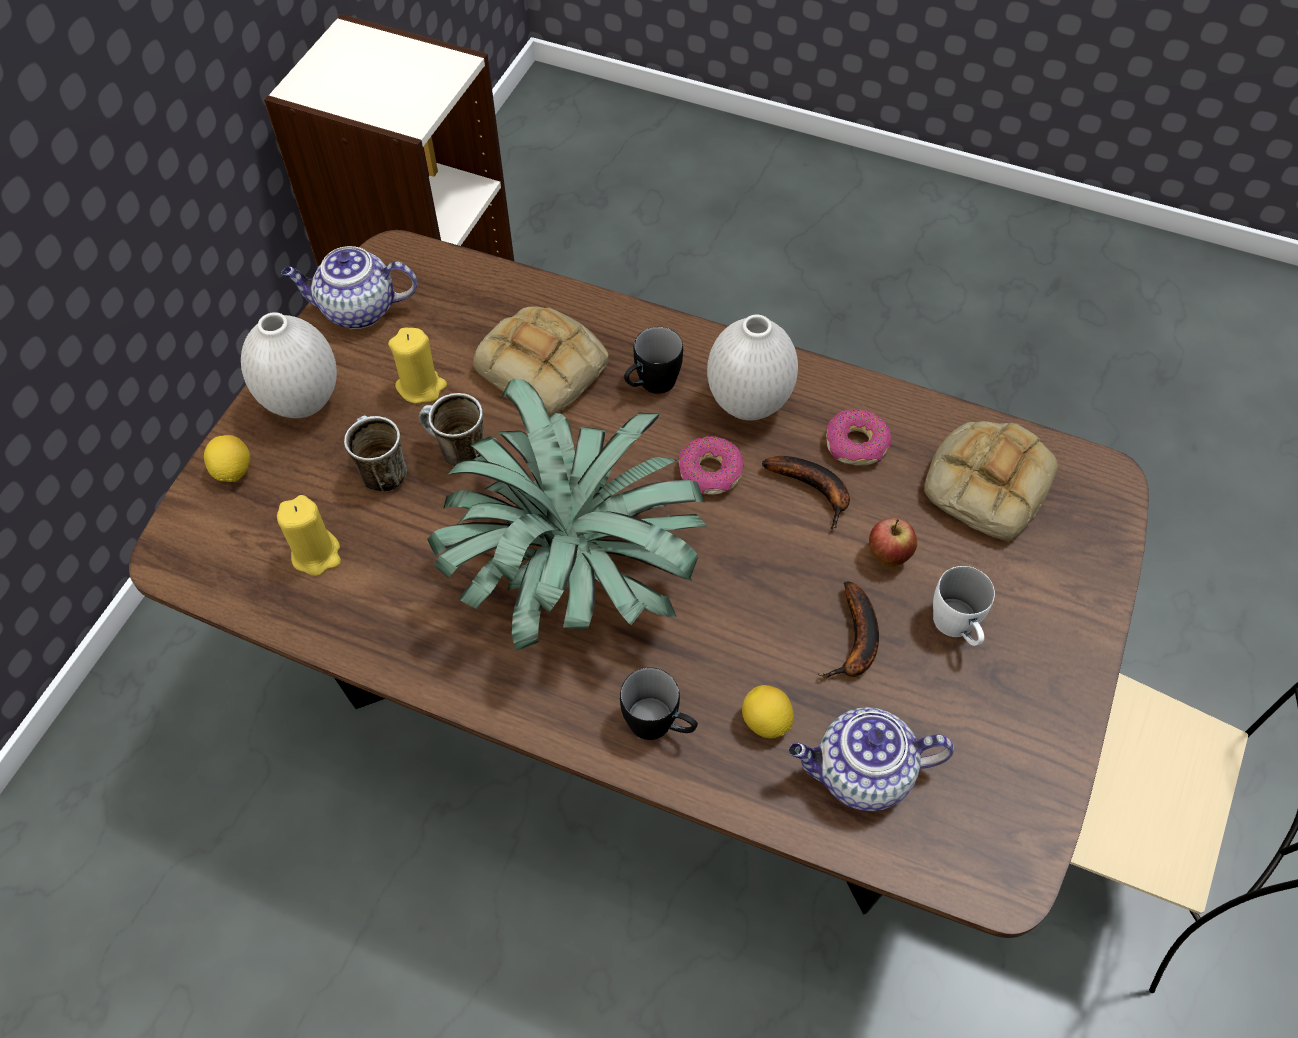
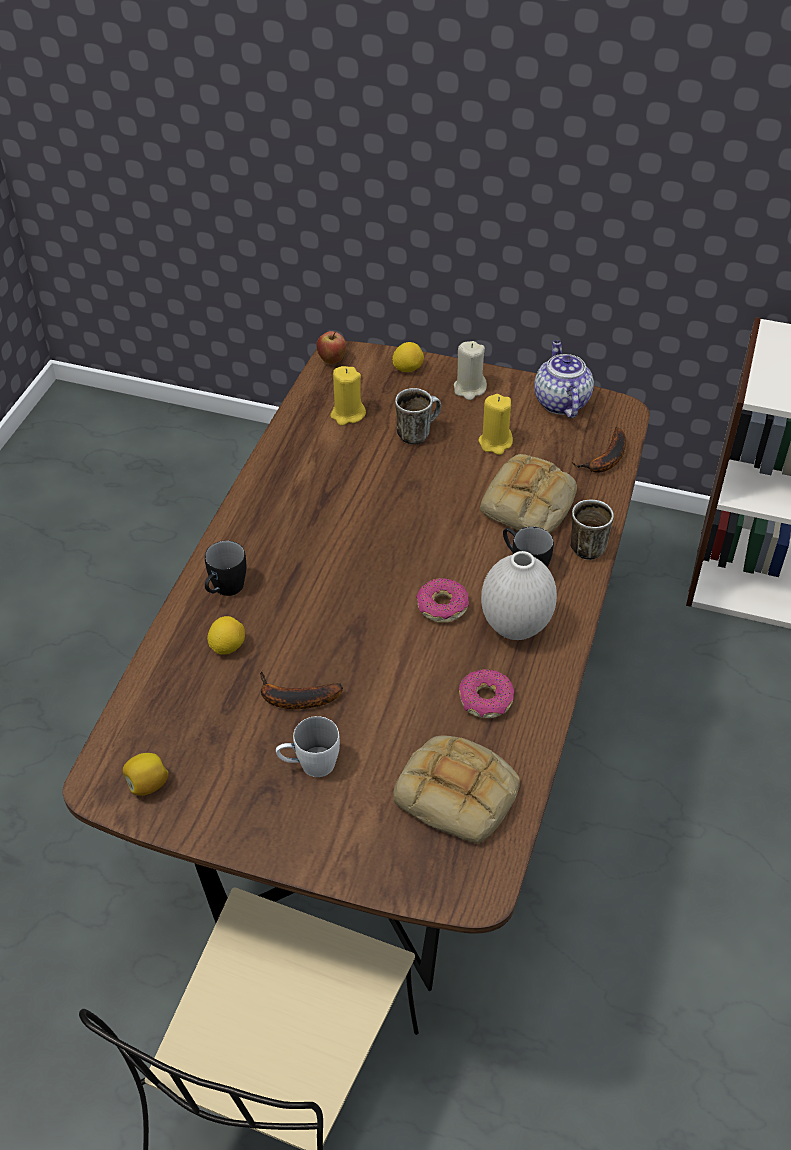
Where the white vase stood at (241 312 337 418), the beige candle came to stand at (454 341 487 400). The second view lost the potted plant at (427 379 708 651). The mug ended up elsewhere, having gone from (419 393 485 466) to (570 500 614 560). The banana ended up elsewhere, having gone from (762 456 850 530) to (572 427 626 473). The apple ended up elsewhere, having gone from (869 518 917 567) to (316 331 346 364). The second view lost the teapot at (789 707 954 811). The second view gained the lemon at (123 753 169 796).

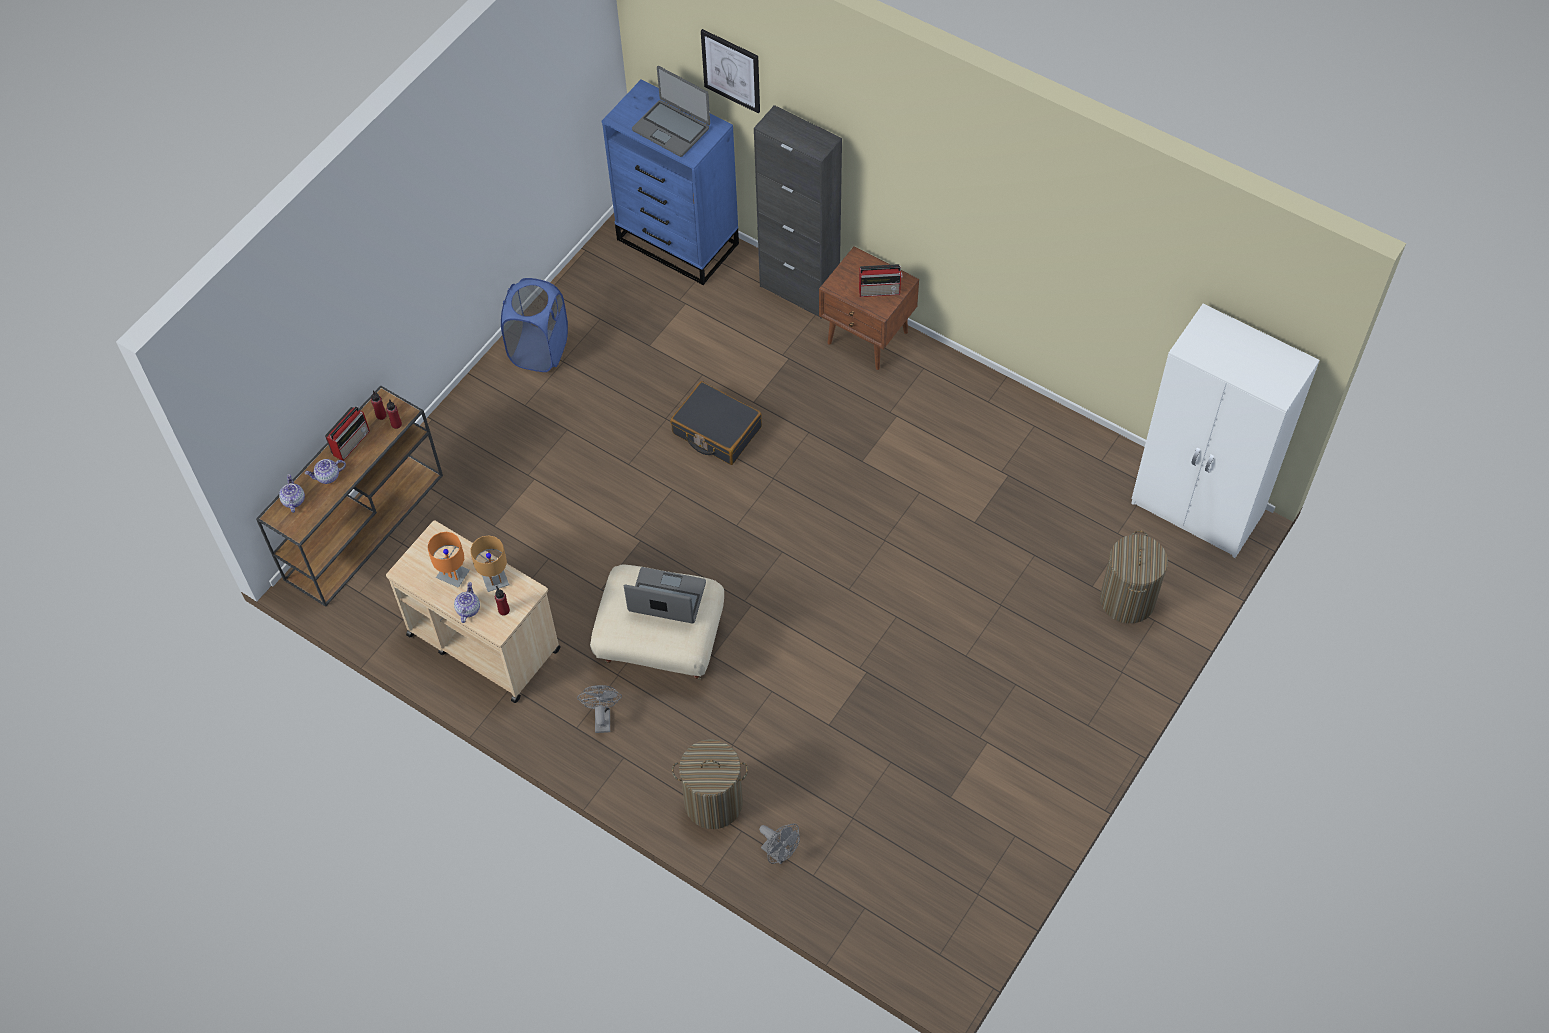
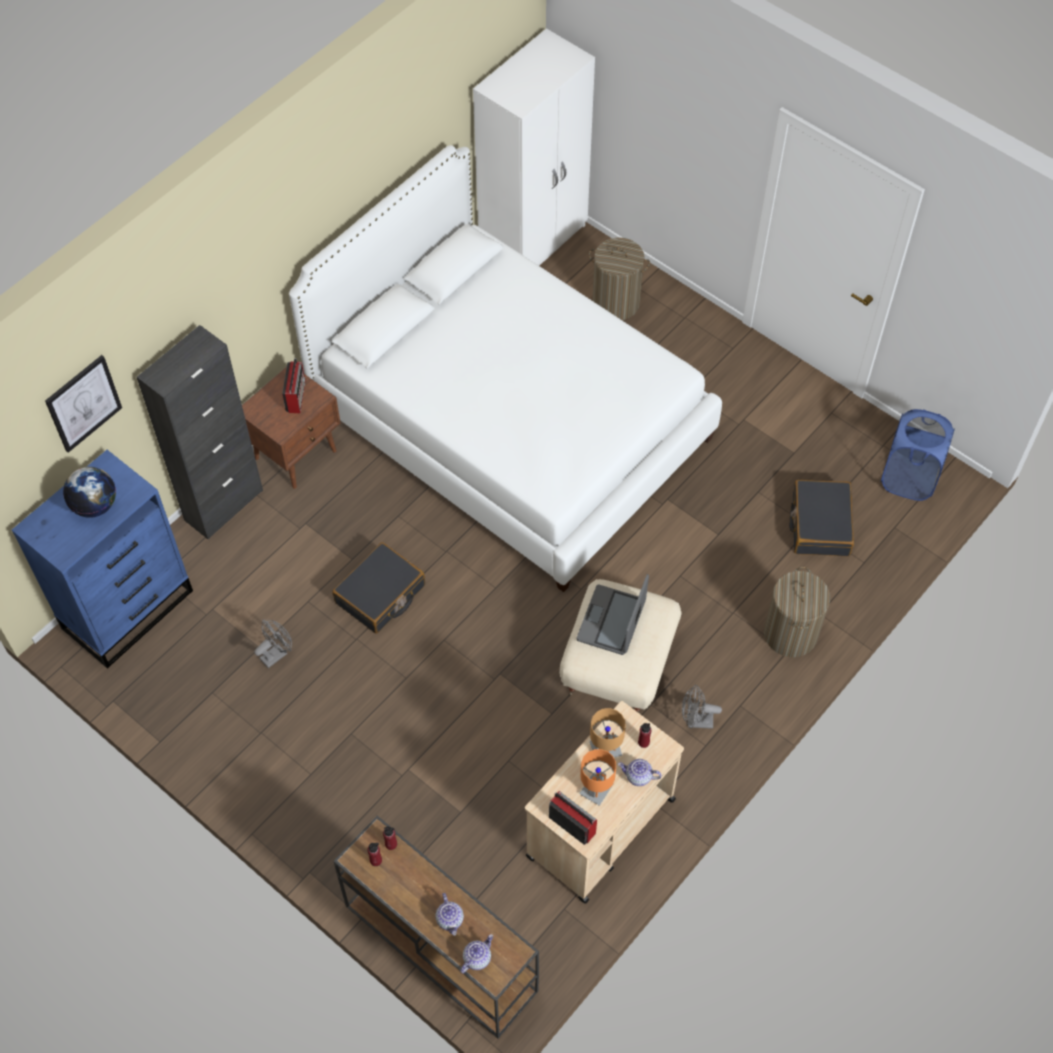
Where the laptop stood at (632 66 710 157), the globe came to stand at (63 467 116 518). The blue laundry basket ended up elsewhere, having gone from (501 278 568 372) to (880 409 955 501). The radio ended up elsewhere, having gone from (325 406 370 461) to (549 791 597 845). The teapot at (279 474 305 513) ended up facing another way, 135 degrees clockwise from before. The grey fan ended up elsewhere, having gone from (759 823 800 864) to (254 620 292 668). The second view gained the white bed at (289 145 722 592). The second view gained the black suitcase at (789 480 854 556).

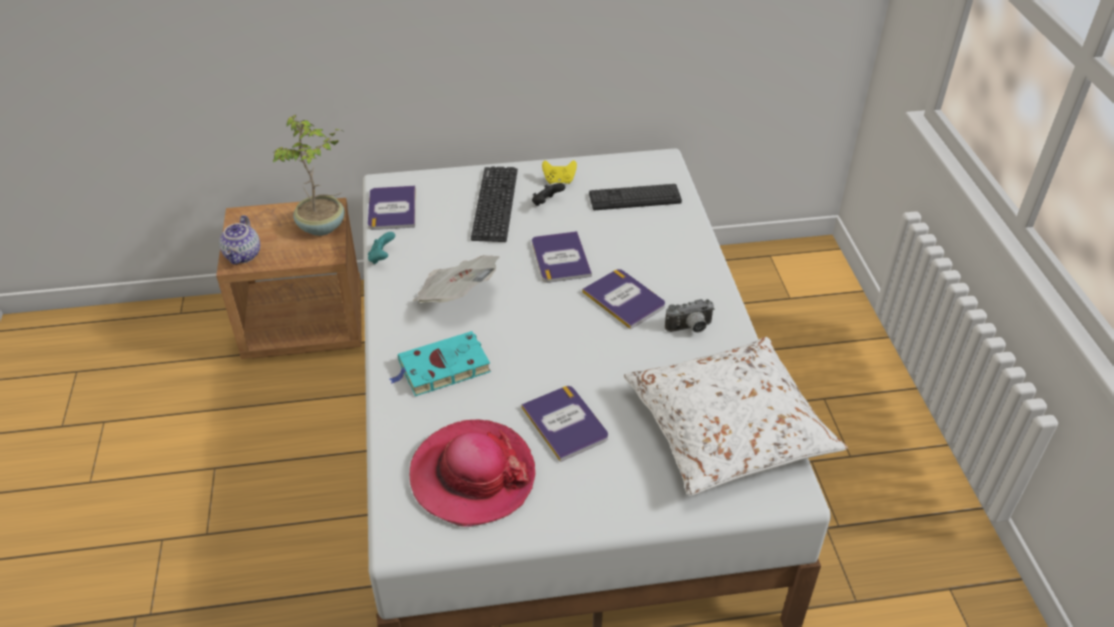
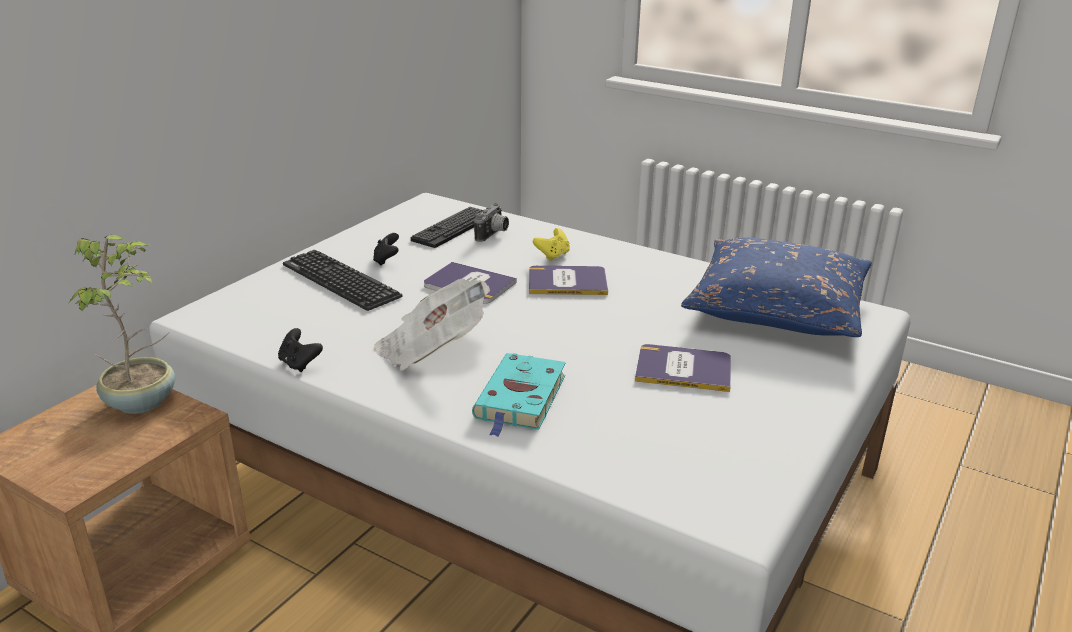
The yellow game controller ended up elsewhere, having gone from (542 160 577 184) to (533 228 570 261). The second view lost the book at (368 185 415 230). The second view lost the teapot at (219 215 260 265). What was the turquoise game controller at (368 232 395 264) turned into the black game controller at (278 328 323 372). The photo camera ended up elsewhere, having gone from (665 299 715 333) to (474 203 509 242). What was the white pillow at (624 337 848 496) turned into the blue pillow at (681 238 872 337). The second view lost the hat at (410 419 535 527).

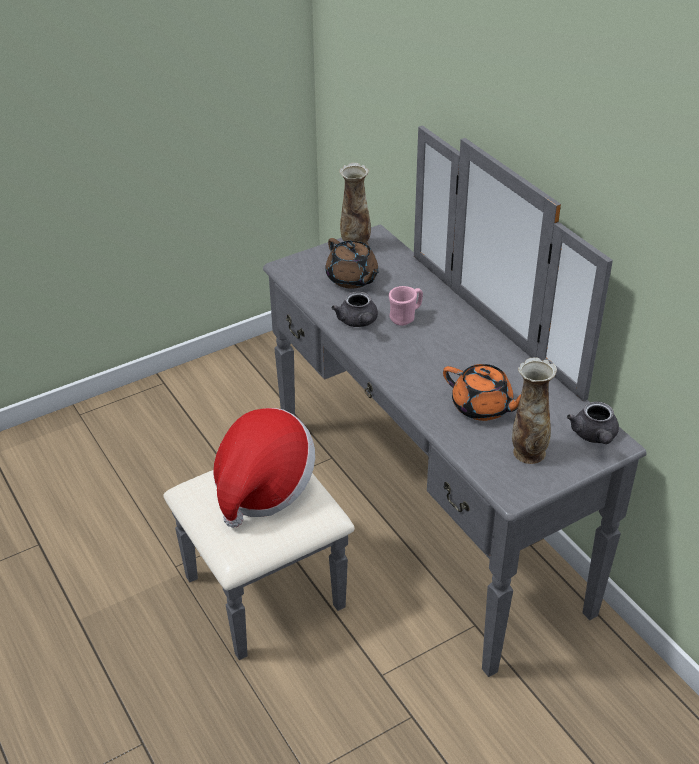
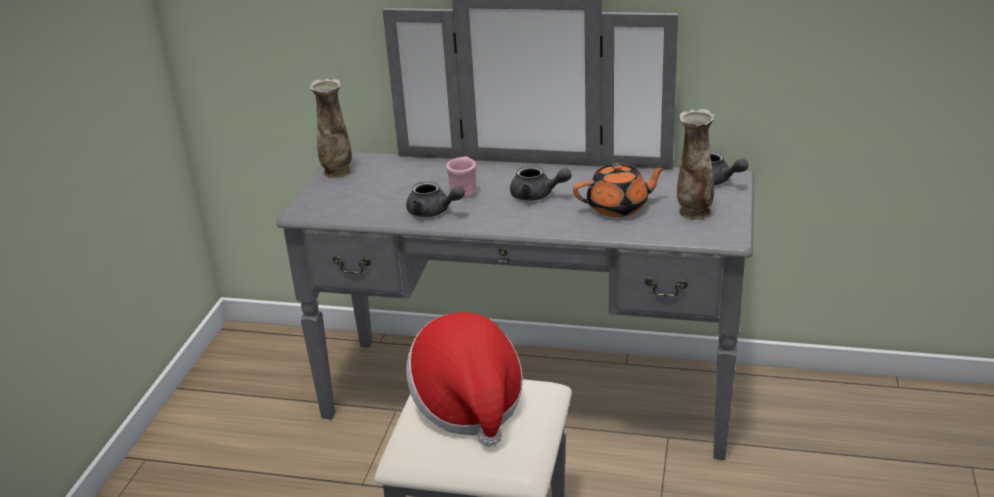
The second view lost the brown teapot at (325 238 379 289). The second view gained the grey teapot at (510 165 572 201).

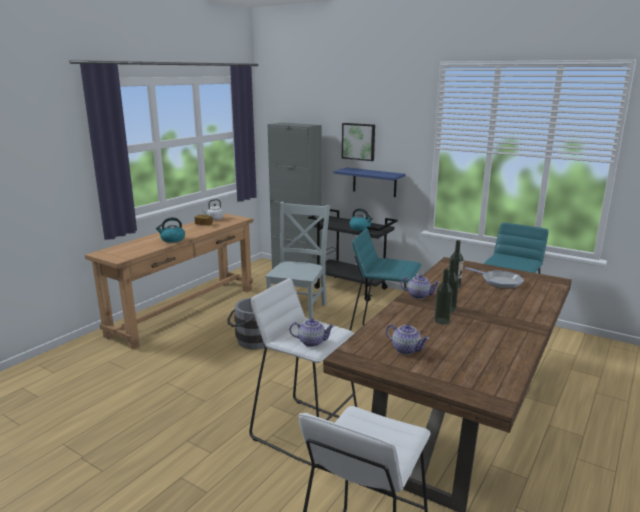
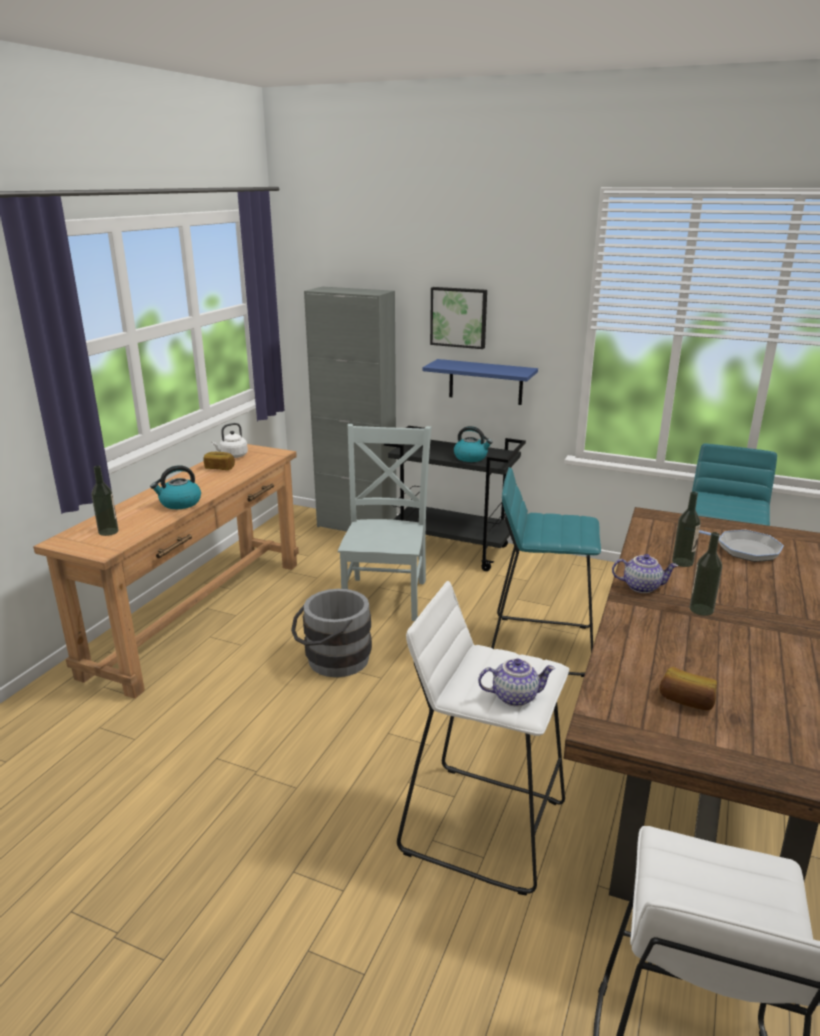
The bottle ended up elsewhere, having gone from (434 269 453 325) to (91 466 119 536). Where the teapot stood at (386 324 429 355), the bread came to stand at (660 667 717 711).

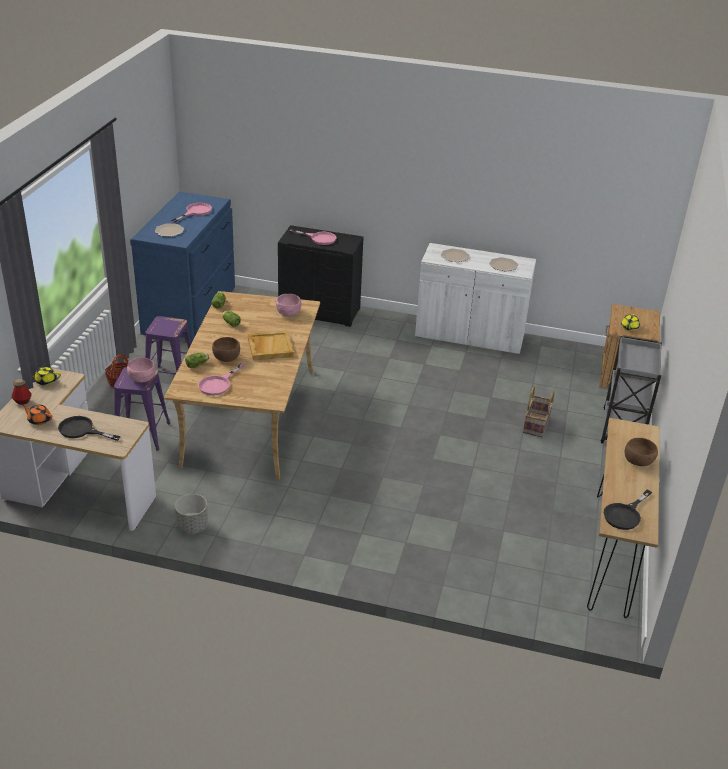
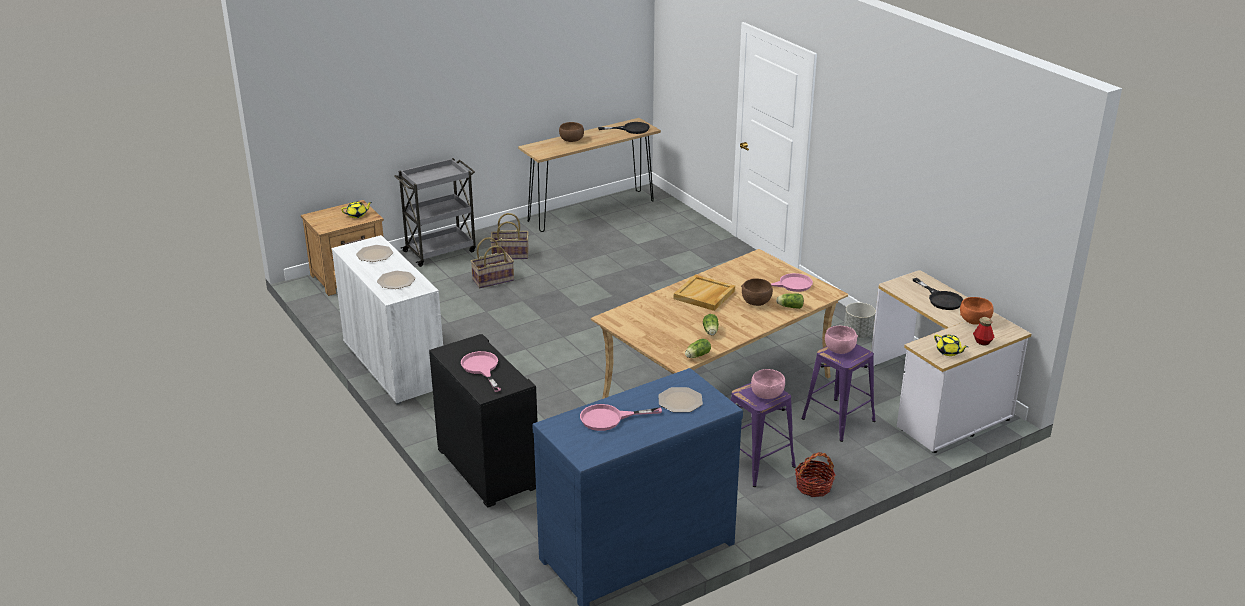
The pink bowl ended up elsewhere, having gone from (275 294 301 316) to (751 369 785 399). Where the orange teapot stood at (22 404 53 425), the orange bowl came to stand at (960 297 994 324). The second view gained the basket at (490 213 529 259).

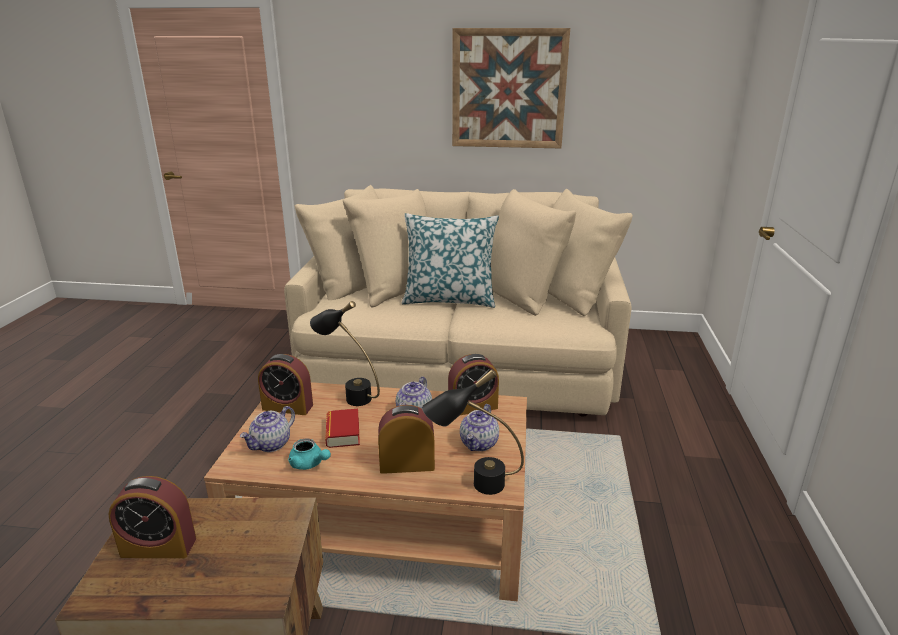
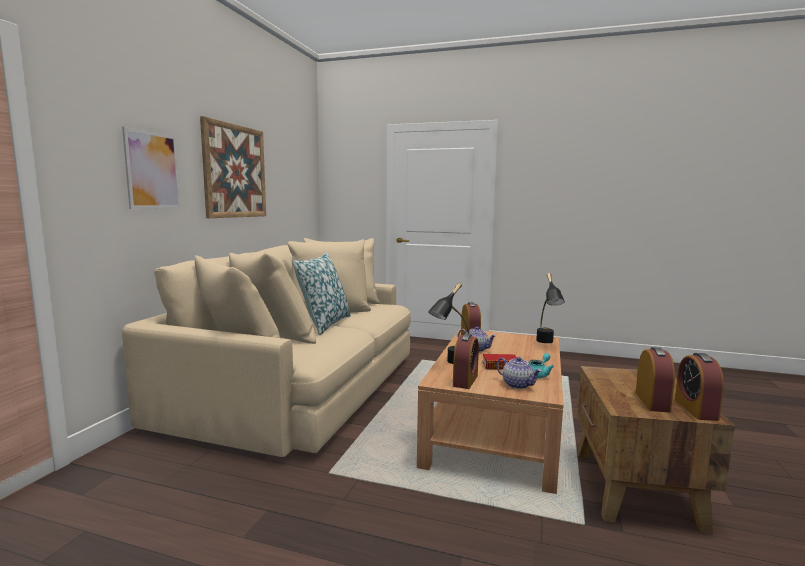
The second view lost the teapot at (460 404 499 451). The alarm clock ended up elsewhere, having gone from (378 405 435 474) to (675 353 724 421). The second view gained the picture at (122 127 181 209).

